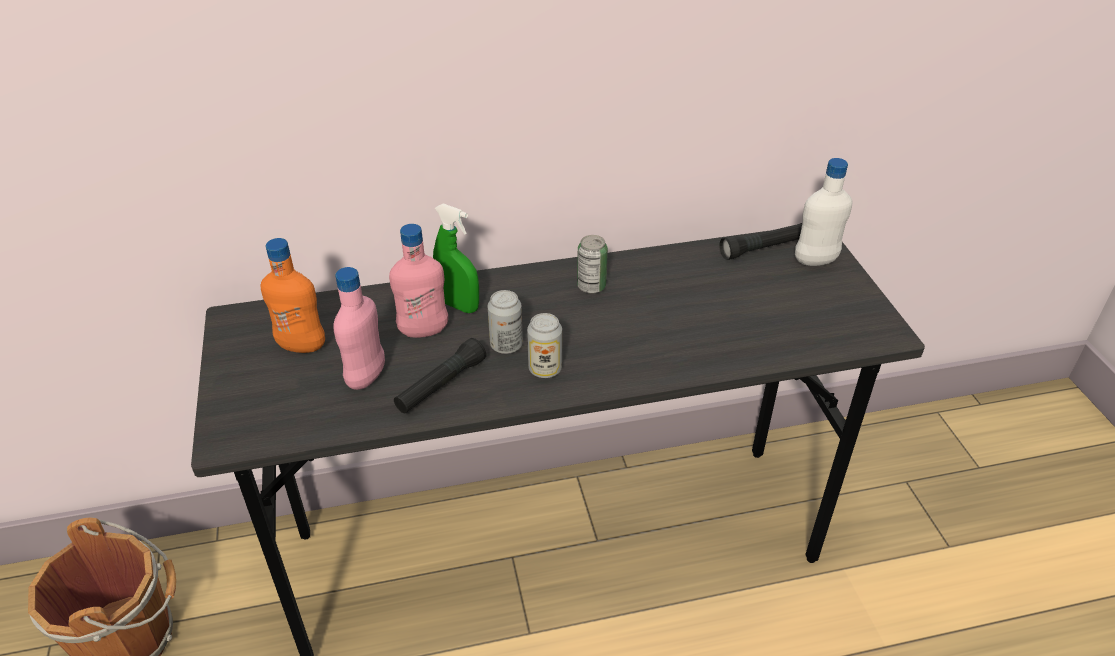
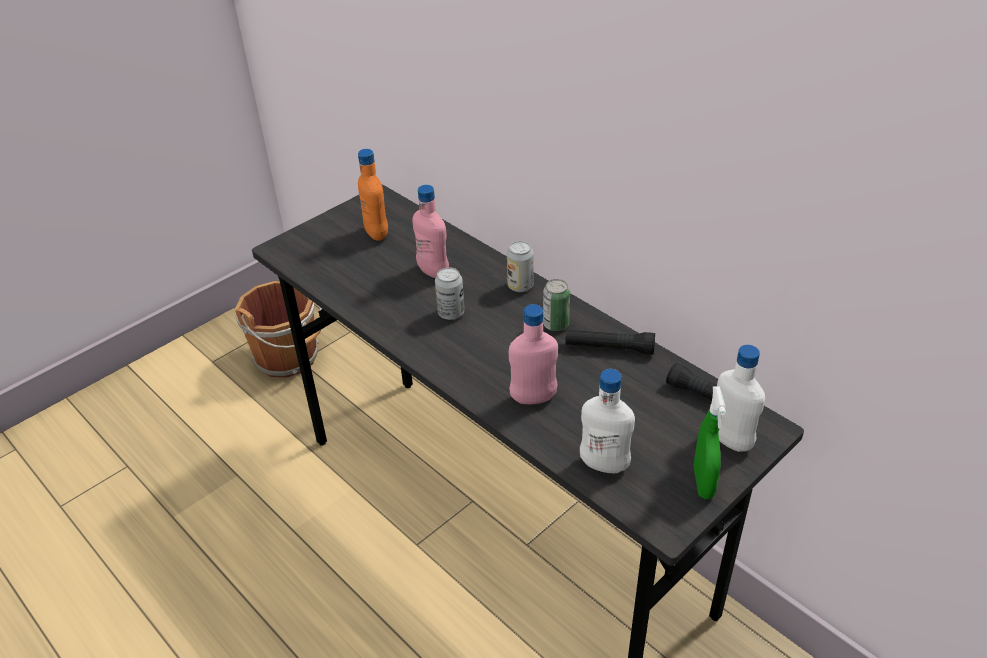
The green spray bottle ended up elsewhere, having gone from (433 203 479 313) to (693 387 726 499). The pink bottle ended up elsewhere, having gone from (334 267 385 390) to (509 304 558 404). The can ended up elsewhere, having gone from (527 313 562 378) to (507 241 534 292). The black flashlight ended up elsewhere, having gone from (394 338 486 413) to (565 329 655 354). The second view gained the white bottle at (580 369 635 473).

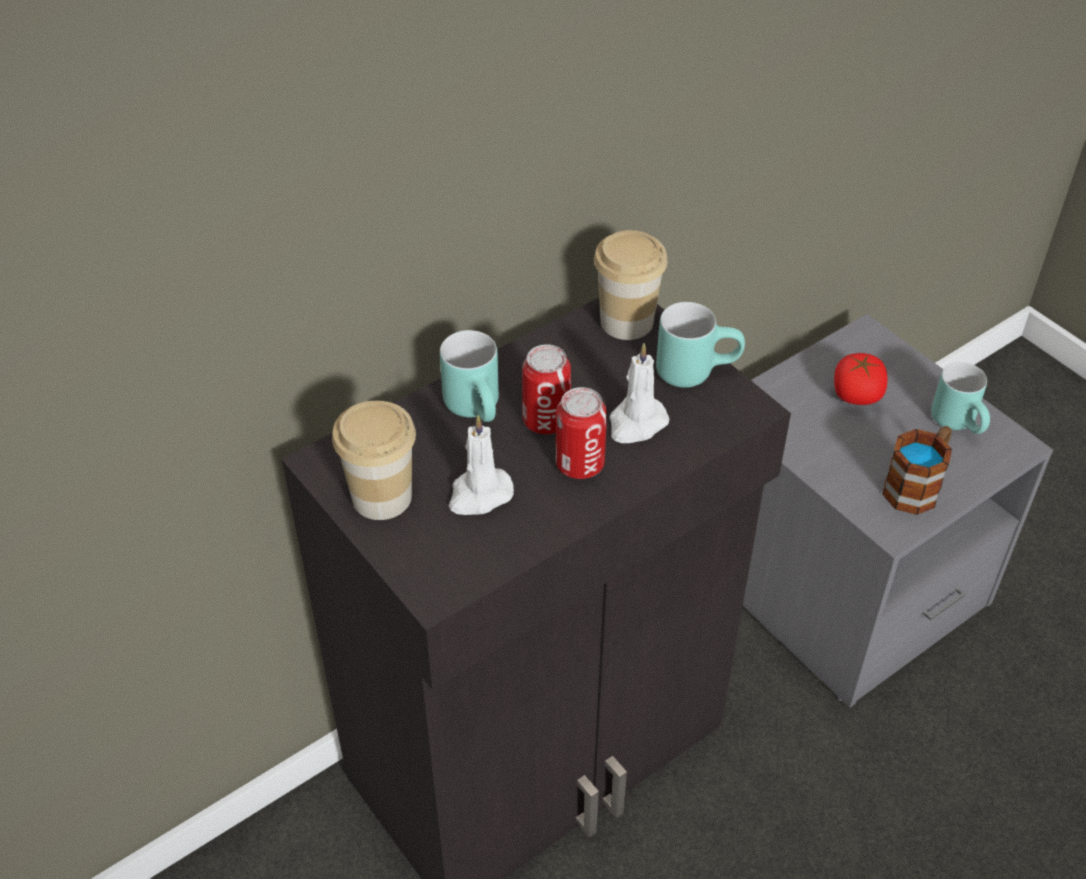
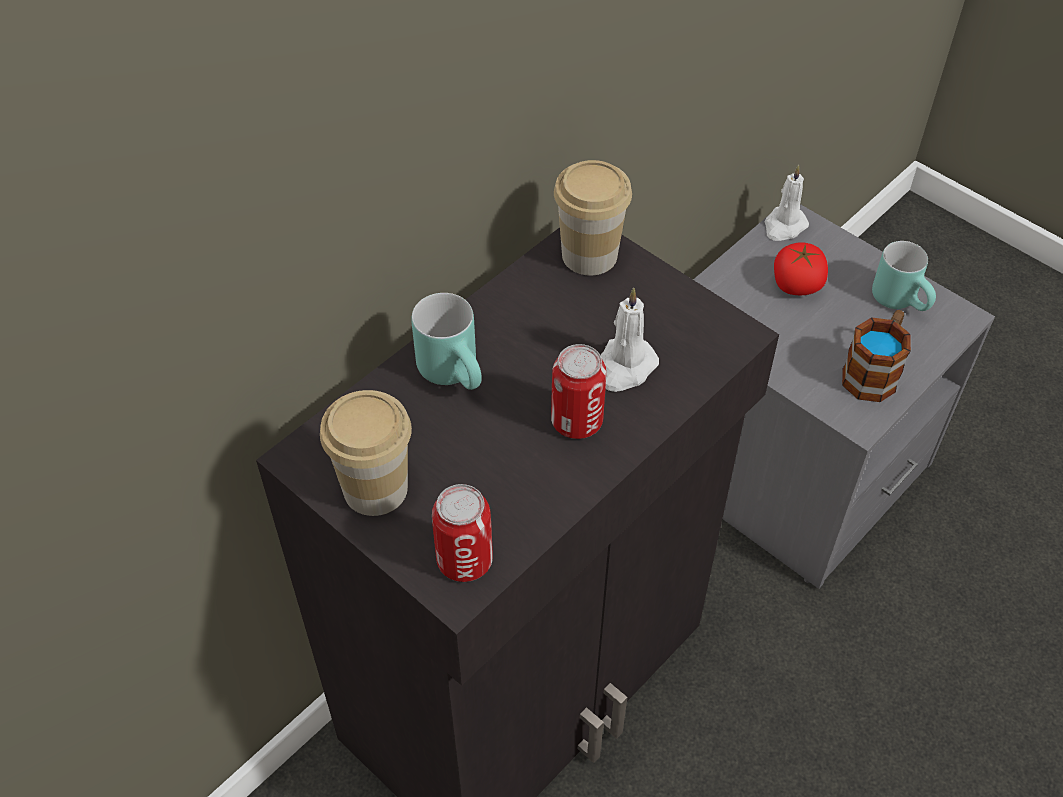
The second view lost the turquoise mug at (656 302 745 388). The can ended up elsewhere, having gone from (522 344 571 434) to (432 484 493 582). The white candle ended up elsewhere, having gone from (449 415 514 515) to (764 165 809 241).

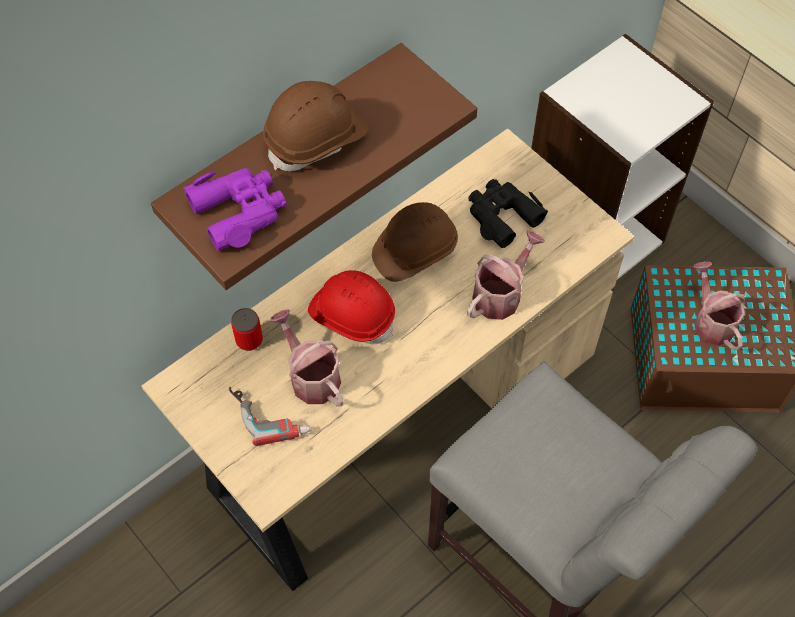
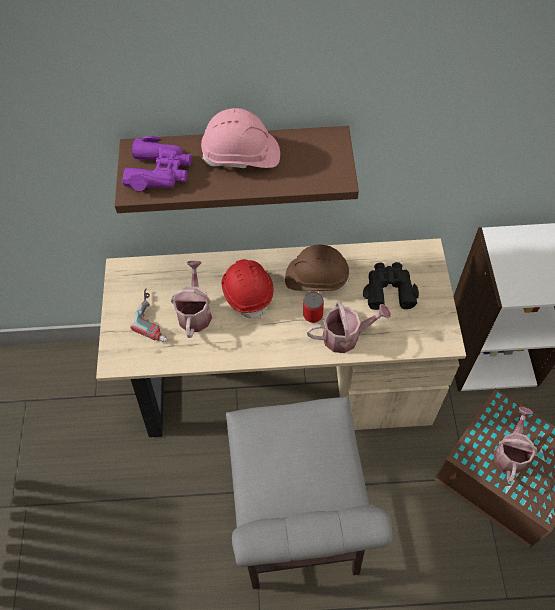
What was the brown hard hat at (263 81 368 171) turned into the pink hard hat at (201 108 280 169). The can ended up elsewhere, having gone from (231 308 263 351) to (303 292 324 323).

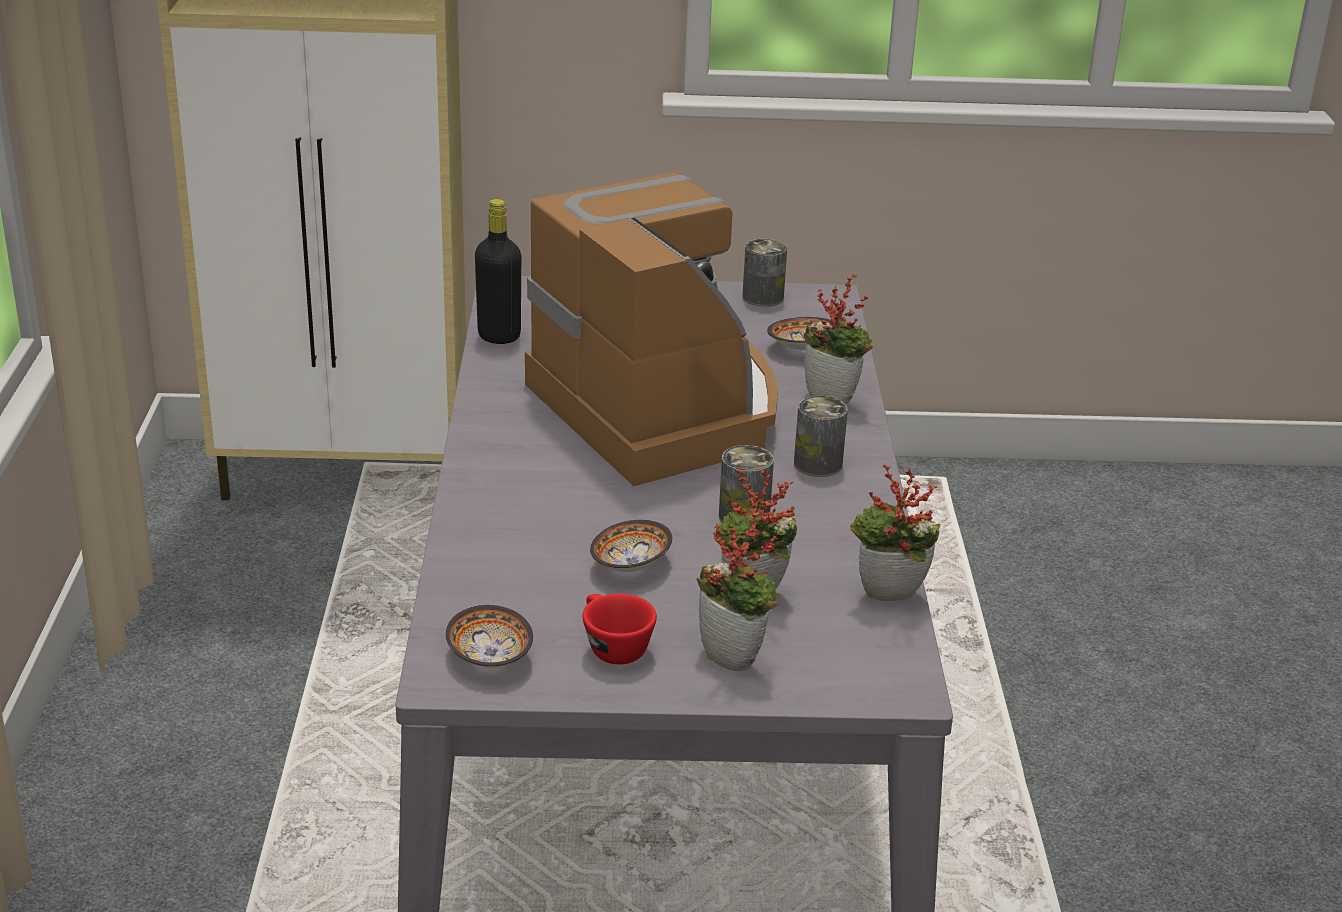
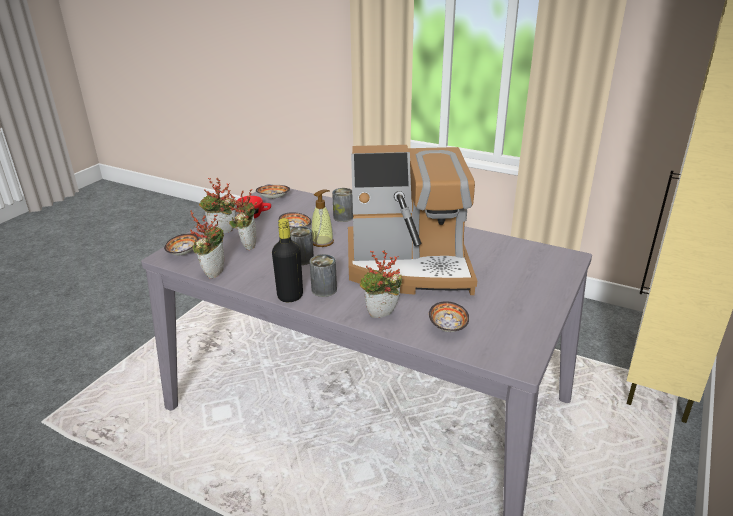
The black bottle ended up elsewhere, having gone from (475 199 521 344) to (272 218 303 302). The can ended up elsewhere, having gone from (742 238 787 307) to (332 188 354 222). The second view gained the soap dispenser at (311 190 334 247). The second view gained the bowl at (164 233 199 255).

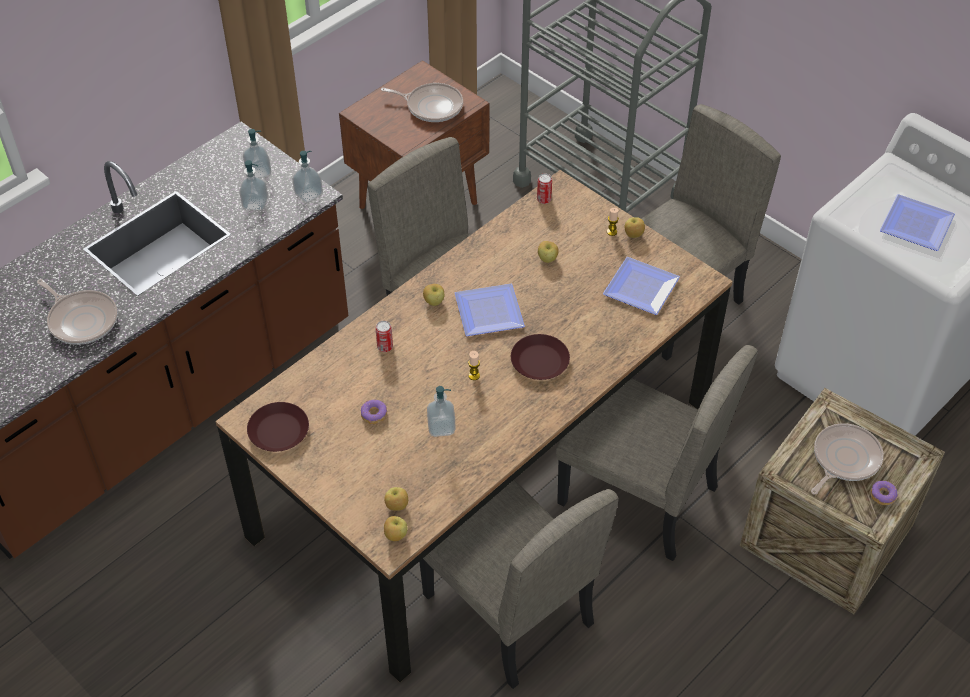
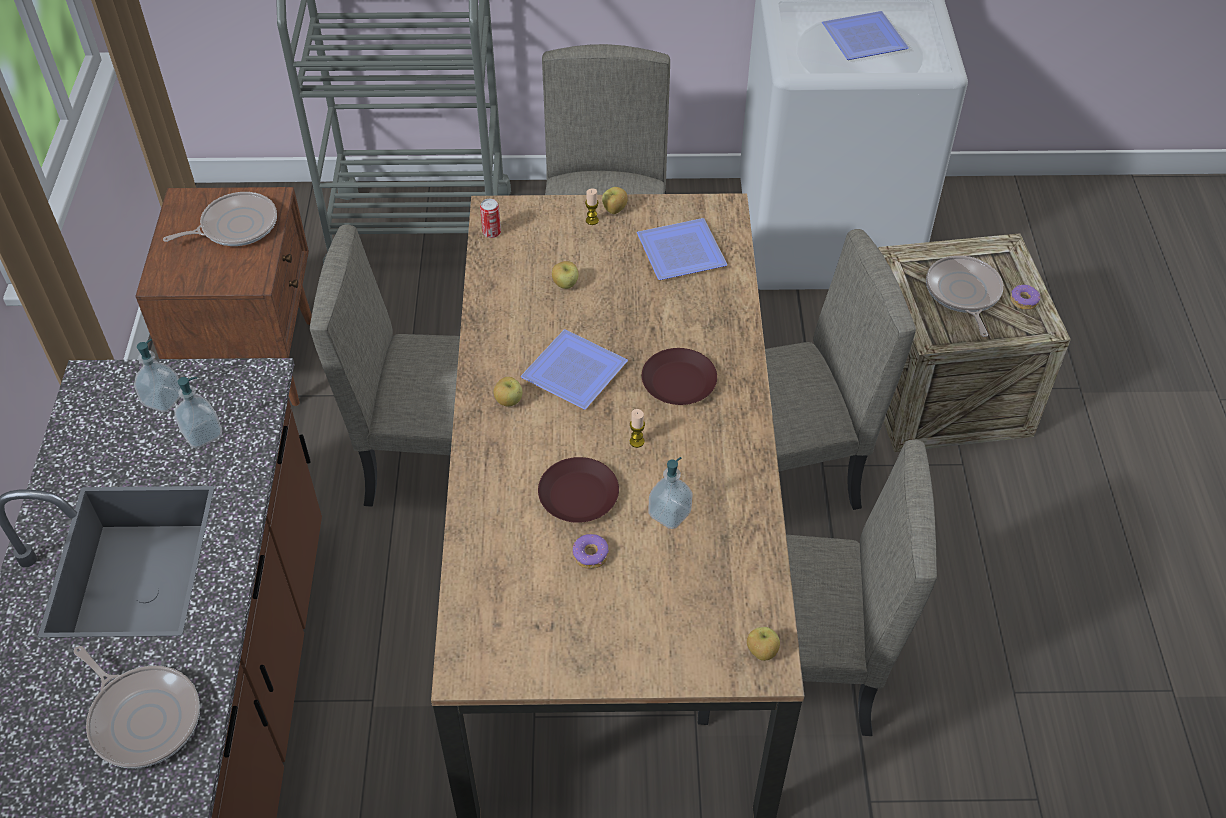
The second view lost the soap dispenser at (292 151 323 203). The frying pan at (37 279 118 345) ended up facing another way, 45 degrees clockwise from before. The second view lost the can at (375 321 393 352). The brown plate ended up elsewhere, having gone from (247 402 309 452) to (538 457 619 523). The second view lost the apple at (384 487 408 511).

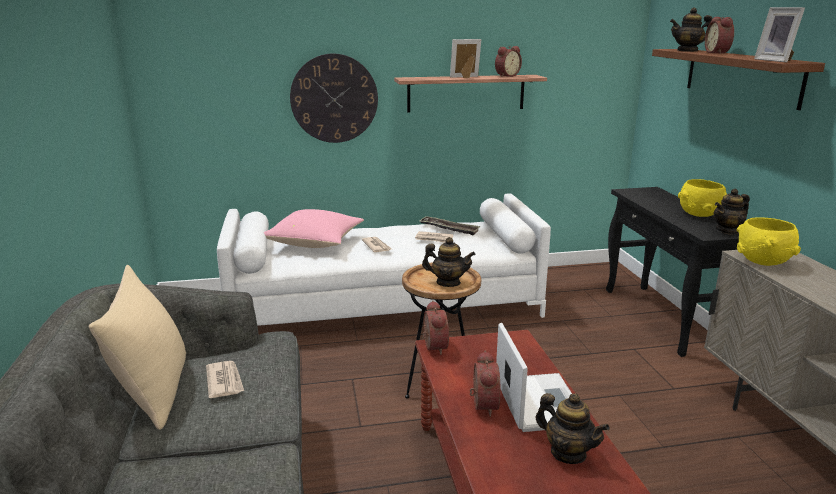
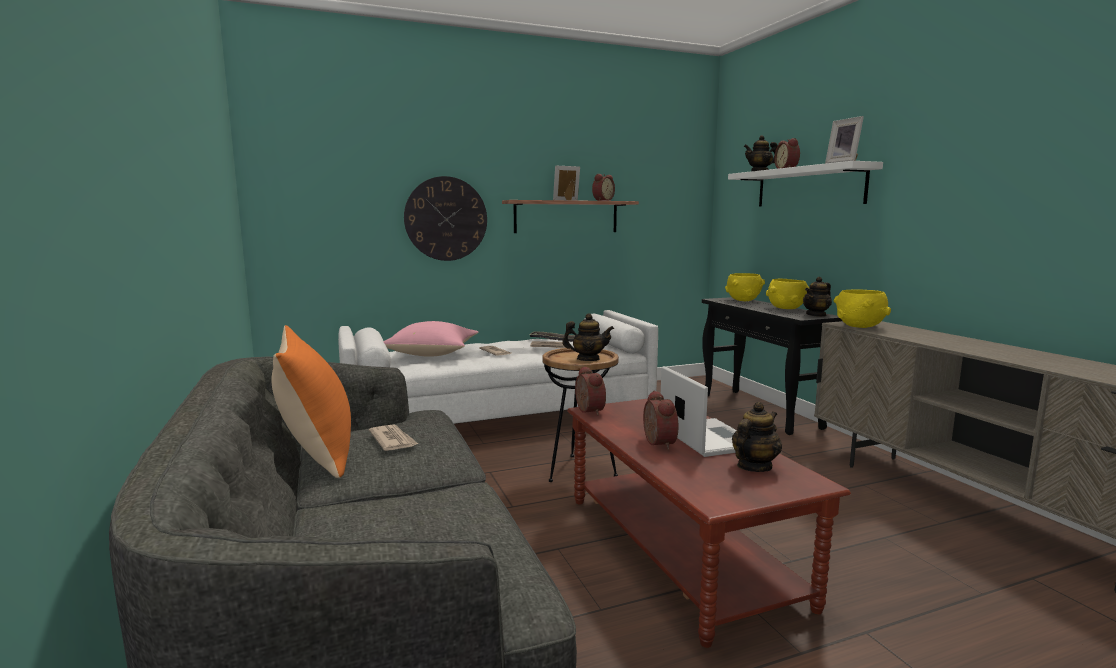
What was the brown shelf at (652 49 825 110) turned into the white shelf at (728 161 883 207). What was the beige pillow at (89 265 186 430) turned into the orange pillow at (271 325 351 478). The teapot at (535 393 610 464) ended up facing another way, 75 degrees counterclockwise from before. The second view gained the yellow bowl at (725 273 765 301).

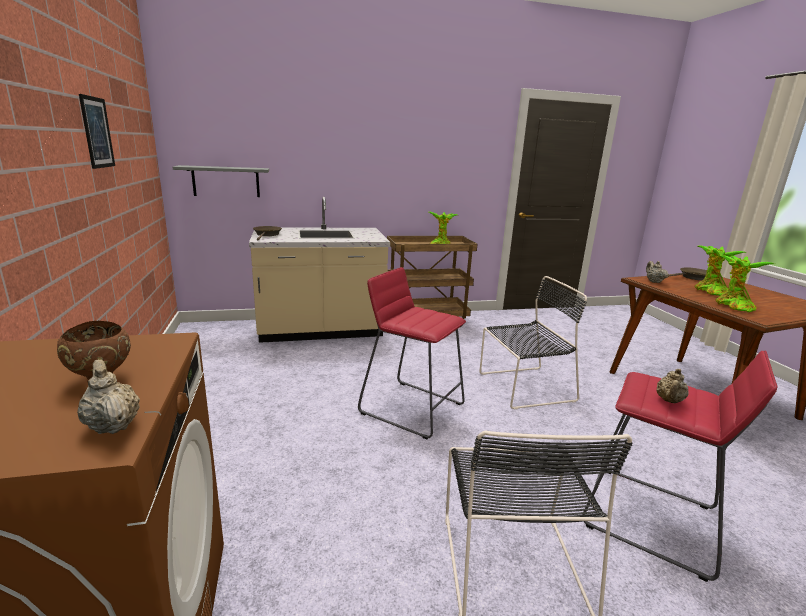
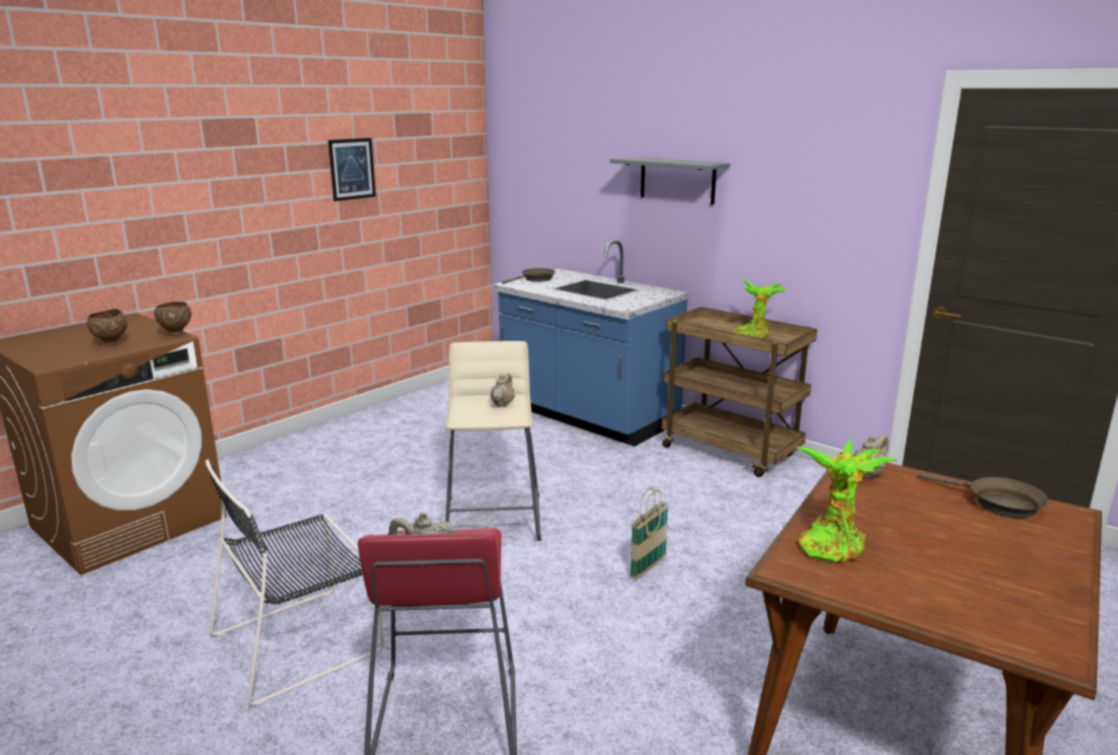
The grey shelf ended up elsewhere, having gone from (172 165 269 197) to (610 157 730 205). What was the beige counter at (249 197 390 343) turned into the blue counter at (493 240 689 447). The second view lost the potted plant at (695 245 747 296). What was the red stool at (358 267 466 439) turned into the beige stool at (445 341 541 541). Where the black chair stood at (479 276 587 410), the basket came to stand at (630 487 668 579). The beige teapot ended up elsewhere, having gone from (77 359 140 434) to (490 373 515 407). The second view gained the brown bowl at (154 302 191 336).

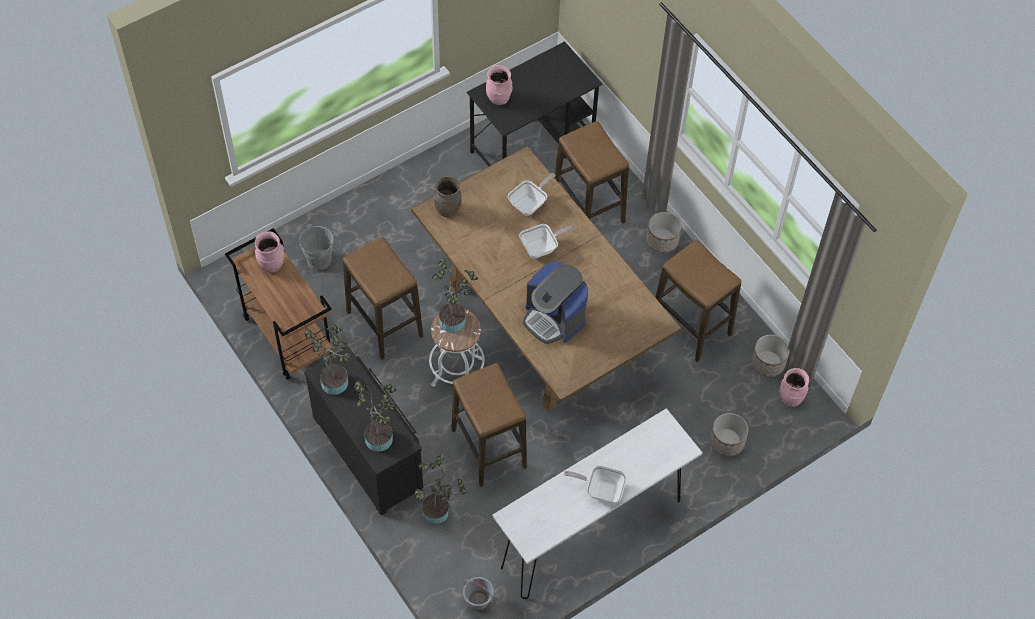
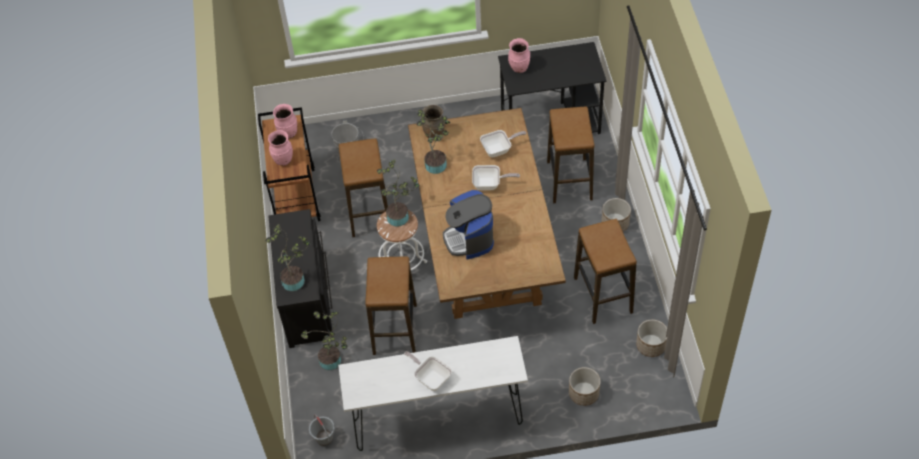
The potted plant ended up elsewhere, having gone from (305 325 350 395) to (417 109 450 174). The pink vase ended up elsewhere, having gone from (780 368 809 407) to (268 130 293 166).

